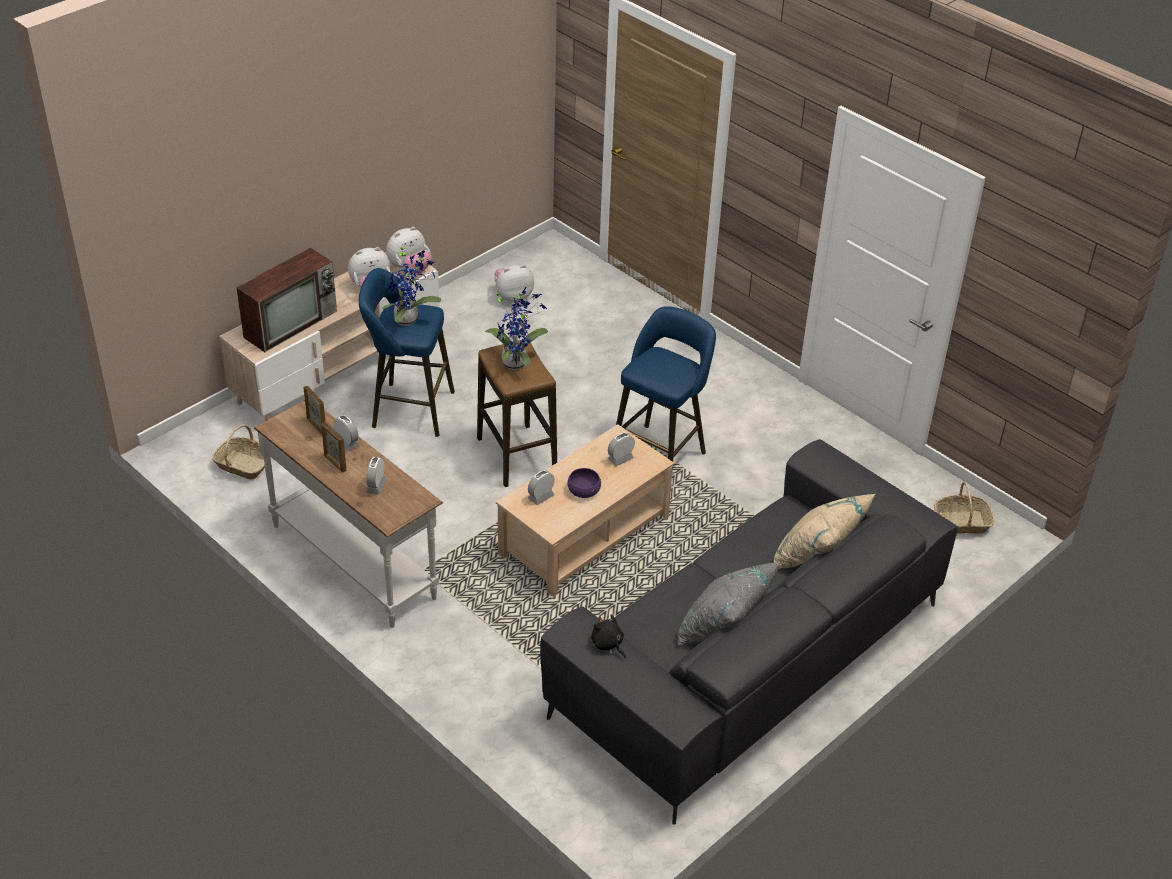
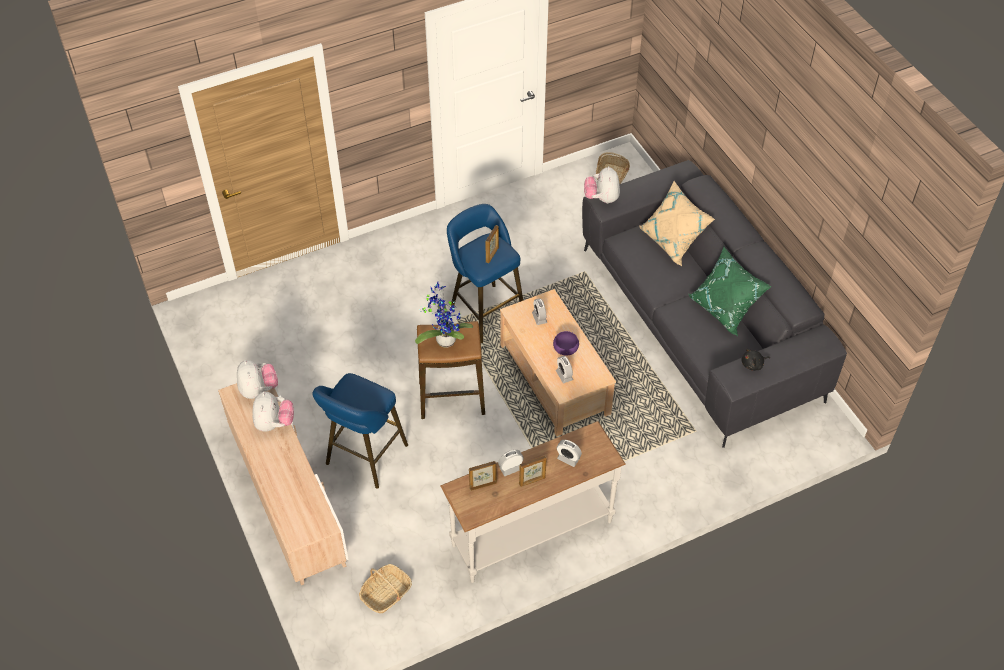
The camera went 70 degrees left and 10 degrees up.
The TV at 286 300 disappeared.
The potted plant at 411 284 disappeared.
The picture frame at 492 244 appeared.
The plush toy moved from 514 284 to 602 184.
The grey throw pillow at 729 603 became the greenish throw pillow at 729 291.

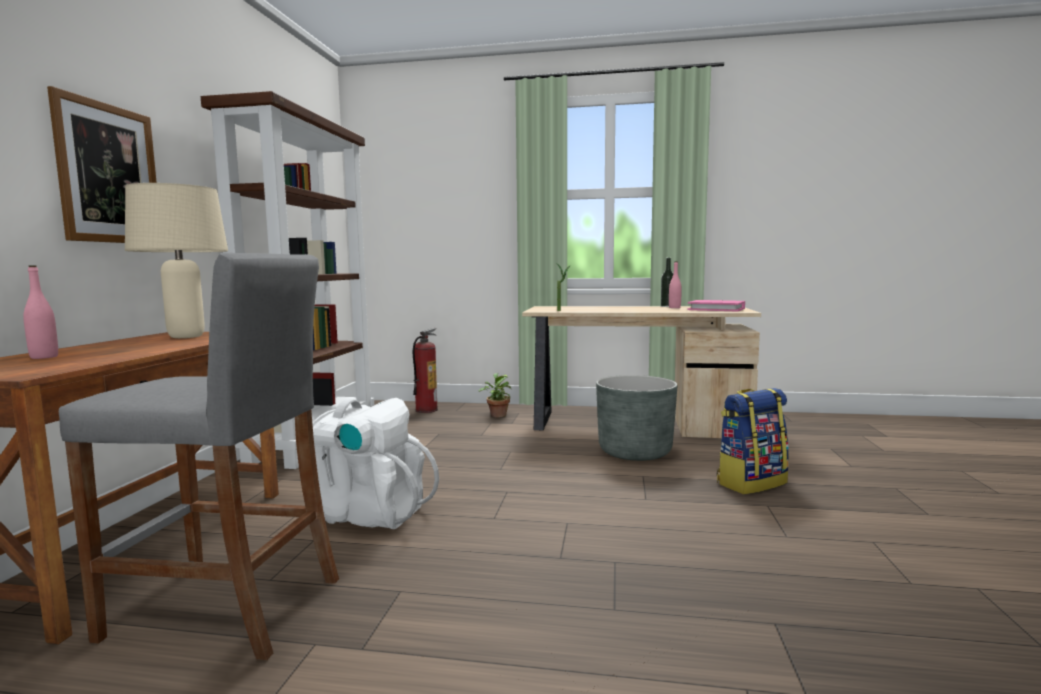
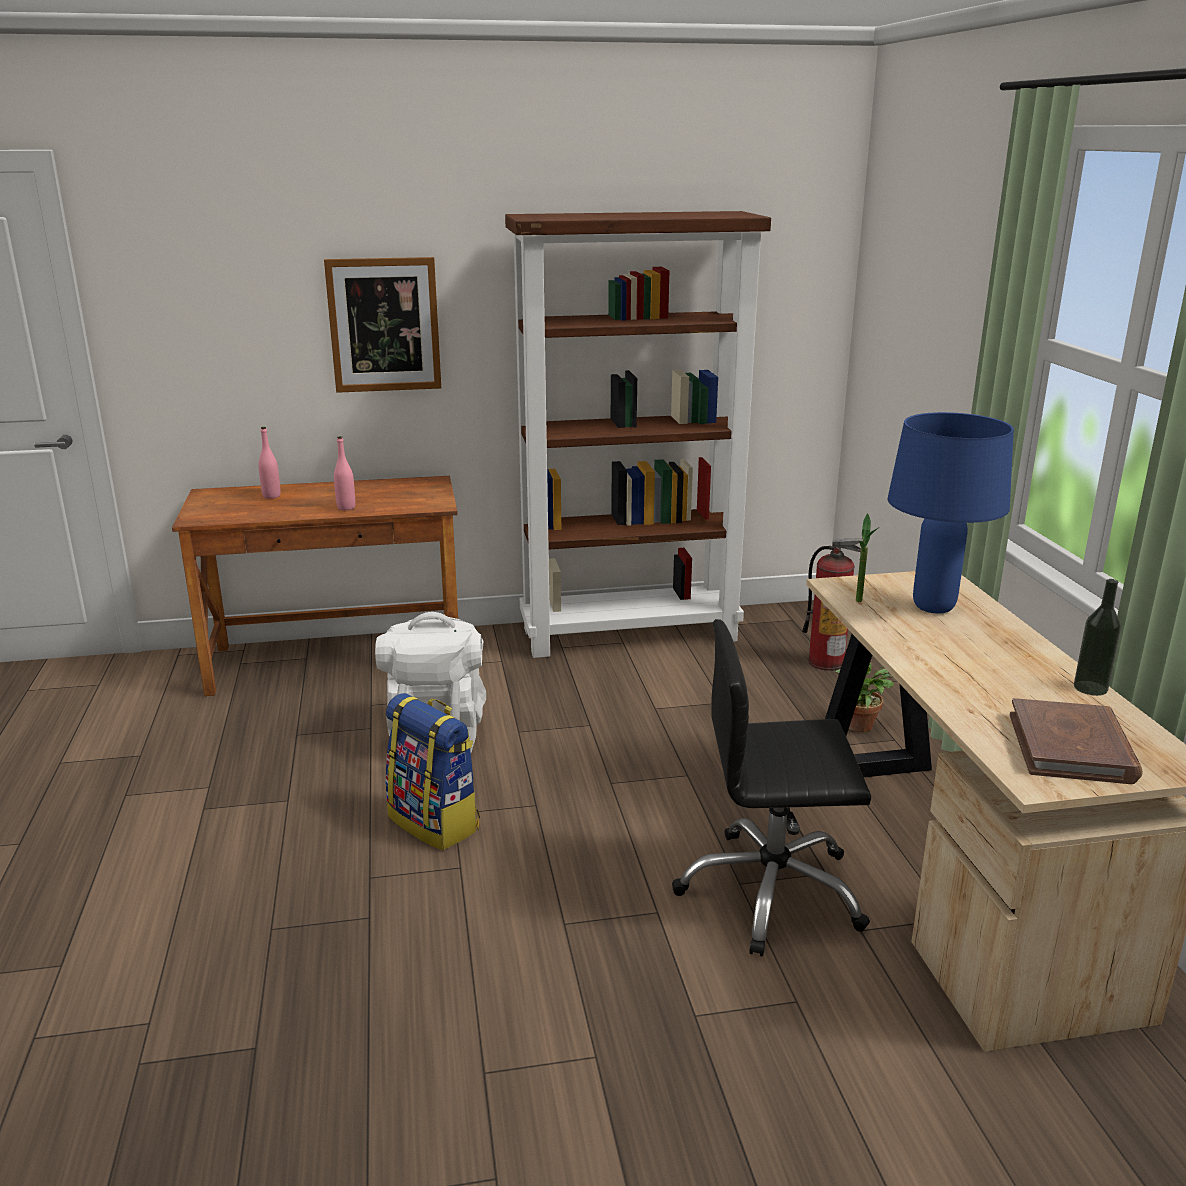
The camera went 70 degrees right and 15 degrees up.
The grey stool at 199 456 disappeared.
The beige-coloured tabletop lamp at 176 260 disappeared.
The blue tabletop lamp at 950 512 appeared.
The pink drink bottle moved from 675 284 to 344 473.
The backpack moved from 753 441 to 432 772.
The grey planter at 636 418 was replaced by the black-coloured computer chair at 771 787.
The pink bound book at 716 306 became the brown bound book at 1076 741.

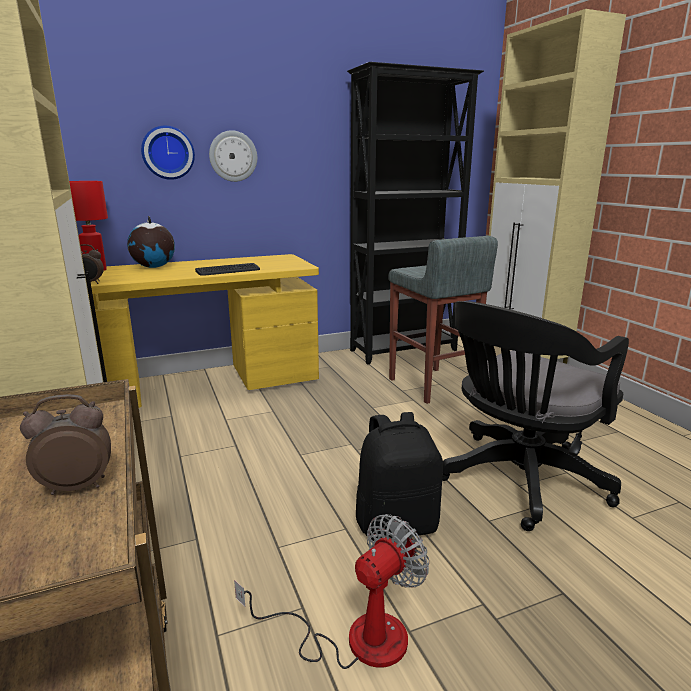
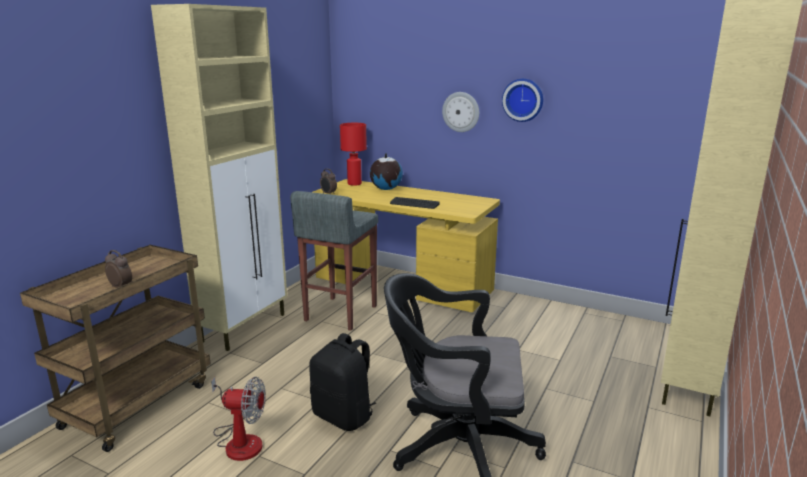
The camera went 50 degrees right and 0 degrees up.
The black-coloured shelving unit at 415 213 disappeared.
The wall clock moved from 168 153 to 522 100.
The grey stool moved from 443 320 to 334 261.

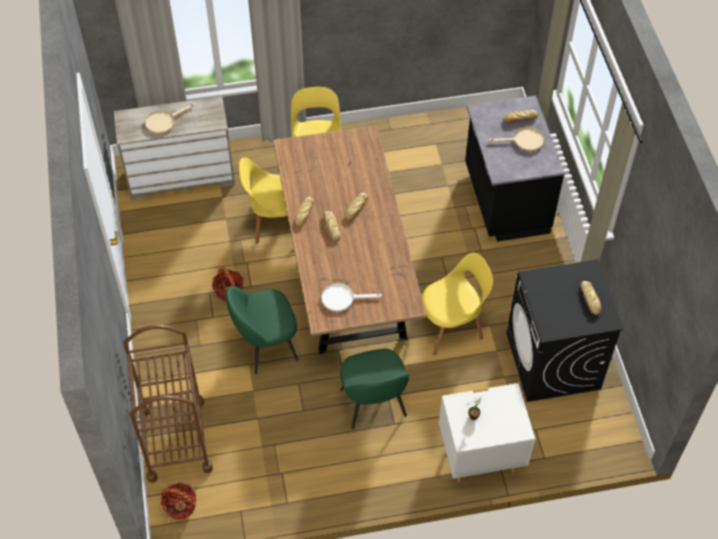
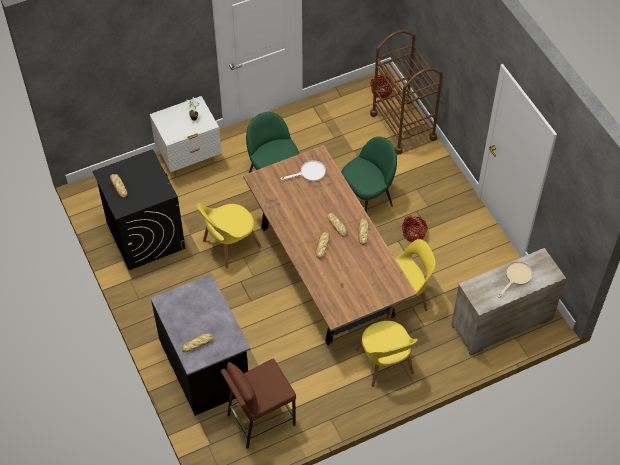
The camera went 165 degrees right and 0 degrees up.
The beige-coloured frying pan at 516 139 disappeared.
The brown stool at 258 404 appeared.

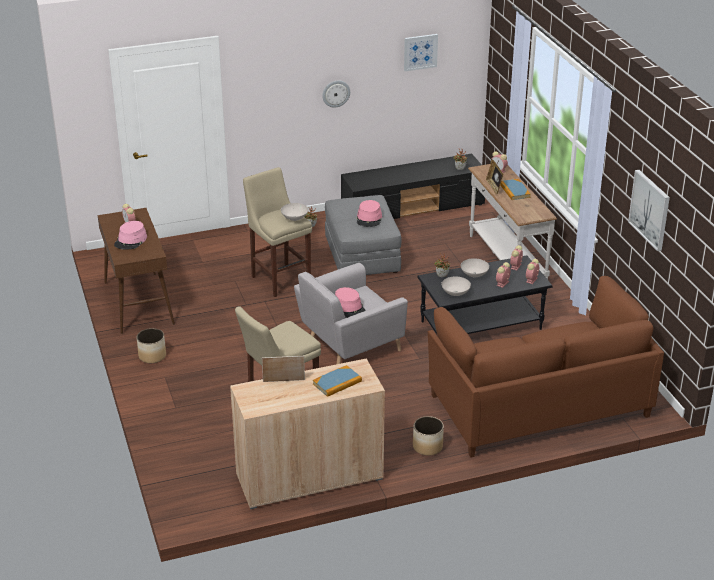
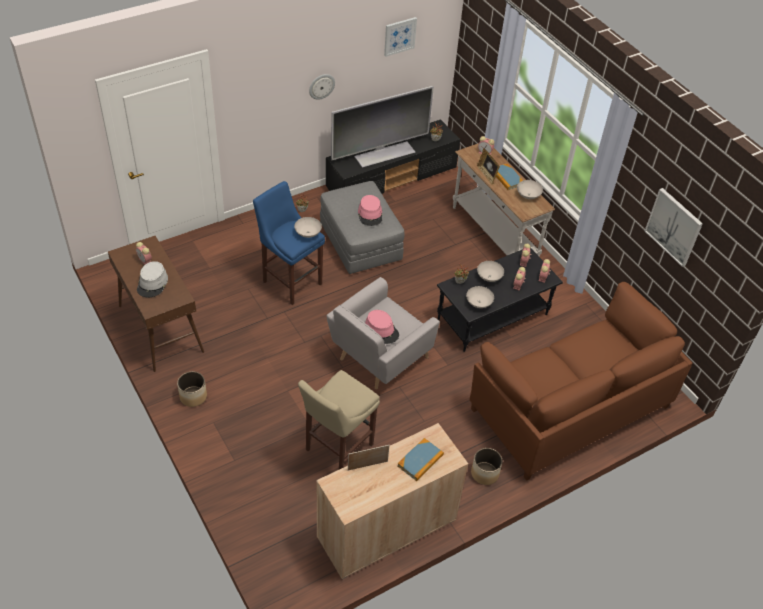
The camera went 15 degrees left and 15 degrees up.
The TV at 382 126 appeared.
The white serving bowl at 530 189 appeared.
The pink hat at 130 235 became the grey hat at 152 279.
The beige-coloured stool at 277 232 became the blue stool at 289 243.

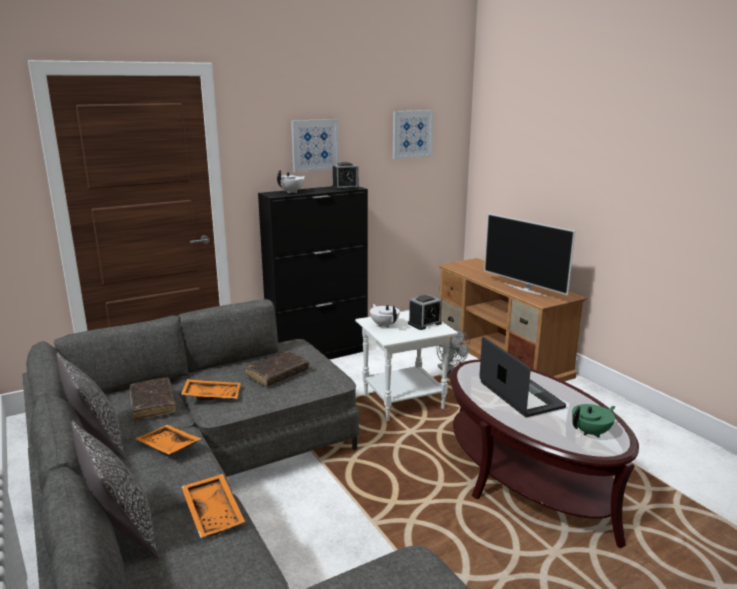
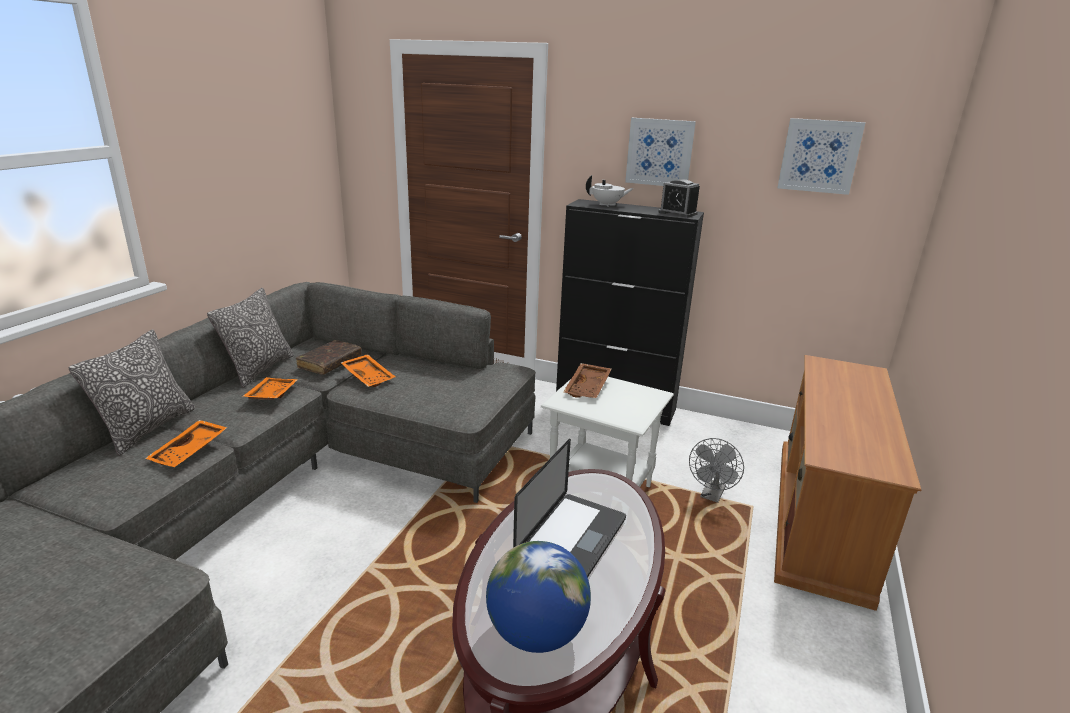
The camera went 50 degrees right and 5 degrees up.
The brown bound book at 277 368 disappeared.
The bedside clock at 425 312 disappeared.
The TV at 529 255 disappeared.
The white tea pot at 385 316 was replaced by the brown carrying tray at 587 380.
The greenish tea pot at 593 421 was replaced by the world globe at 538 597.

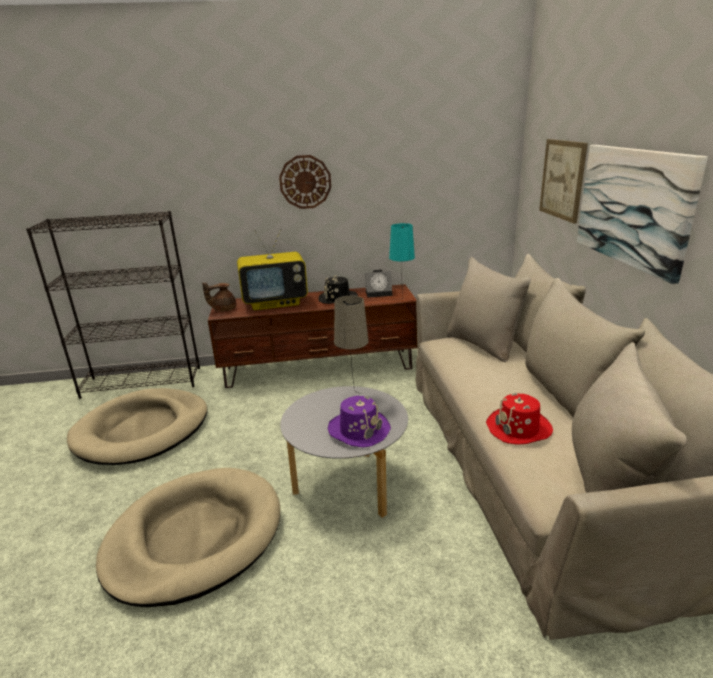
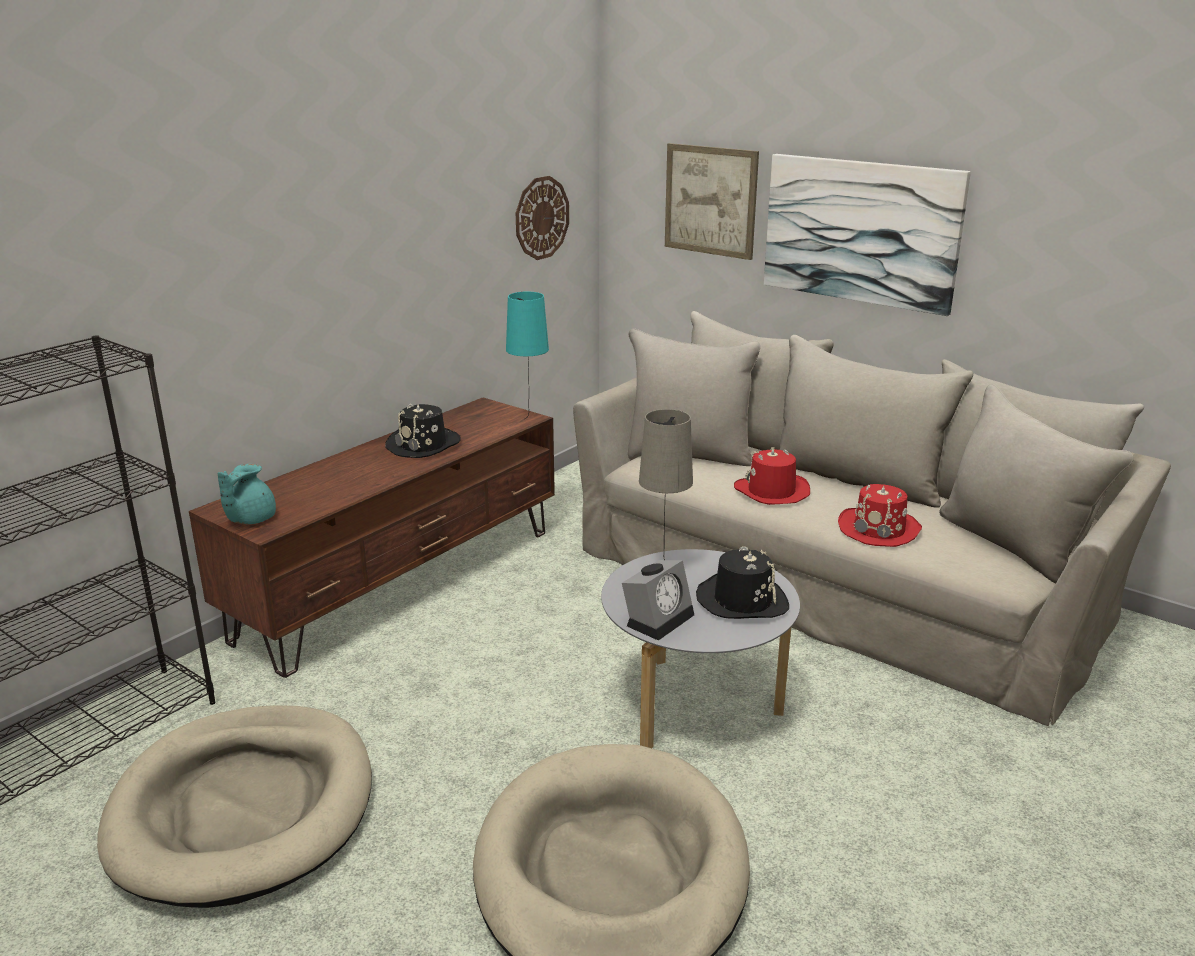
The camera went 45 degrees left and 0 degrees up.
The TV at 272 269 disappeared.
The reddish hat at 772 476 appeared.
The wall clock moved from 305 182 to 542 218.
The bedside clock moved from 378 284 to 658 600.
The brown tea pot at 219 296 became the turquoise tea pot at 247 494.
The purplish hat at 359 422 became the black-coloured hat at 742 582.

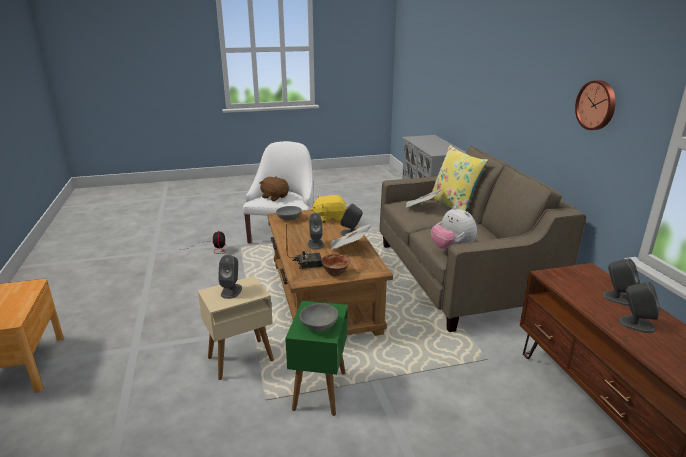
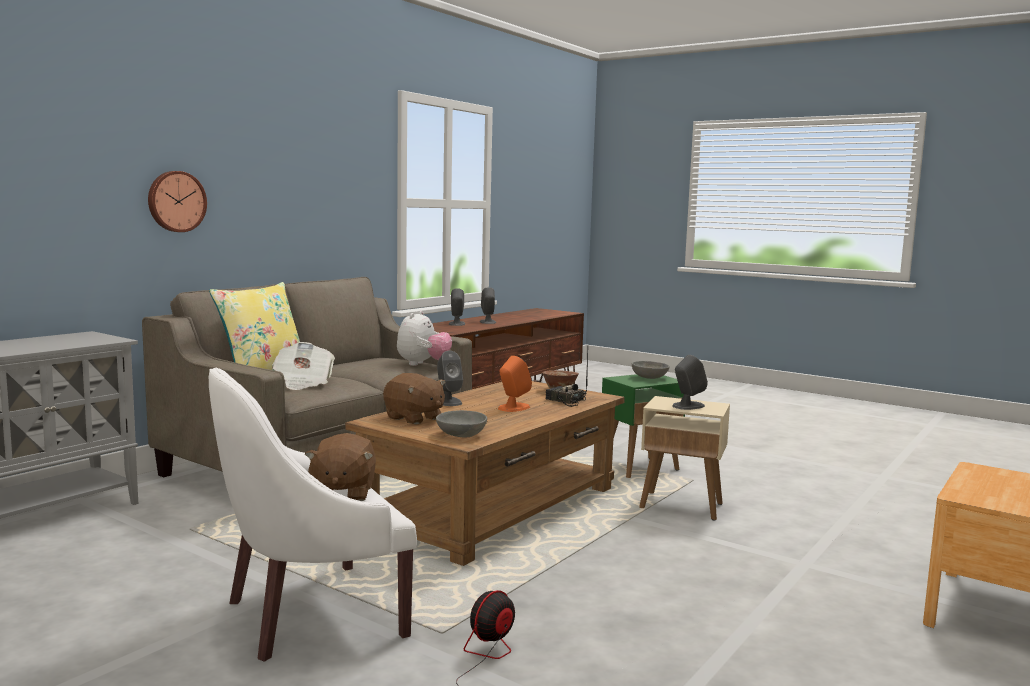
The camera went 130 degrees left and 15 degrees down.
The newspaper at 351 237 disappeared.
The wall clock moved from 595 105 to 177 201.
The grey loudspeaker at 316 231 became the orange-coloured loudspeaker at 515 384.
The yellow plush toy at 328 208 became the brown plush toy at 414 399.

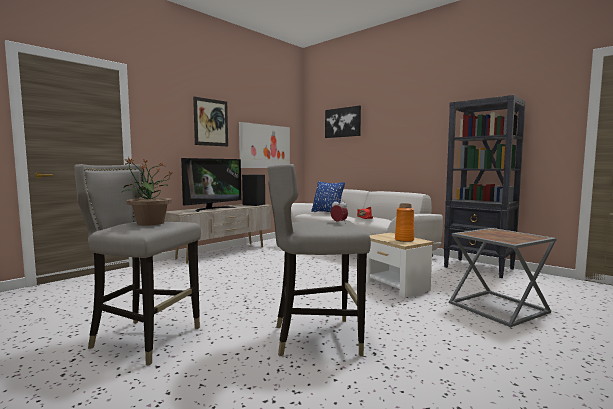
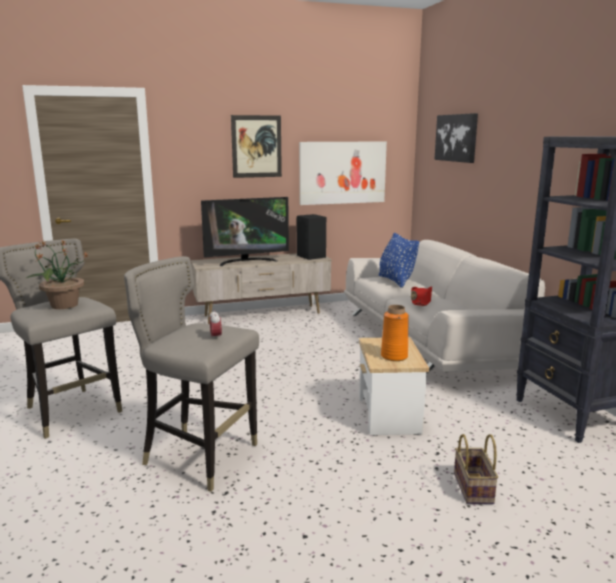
The camera went 30 degrees right and 10 degrees up.
The grey accent table at 503 277 was replaced by the basket at 476 469.

